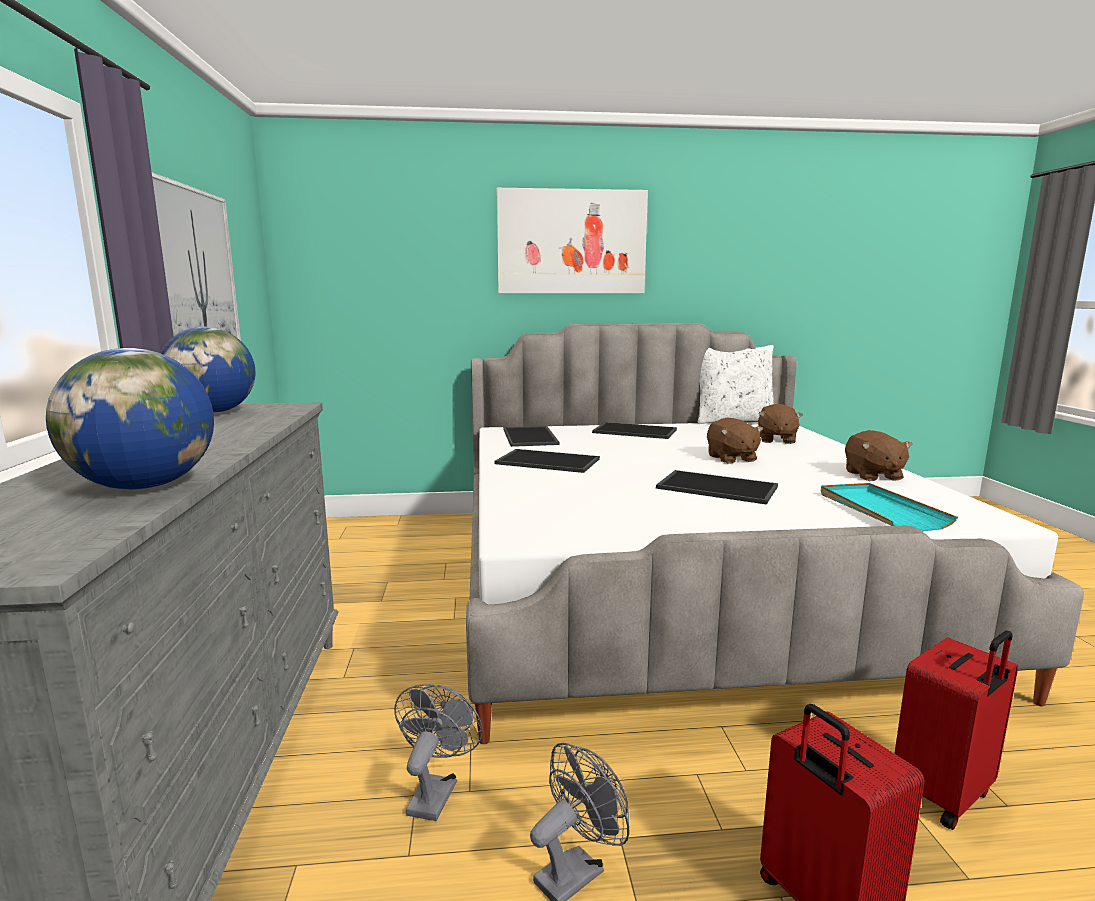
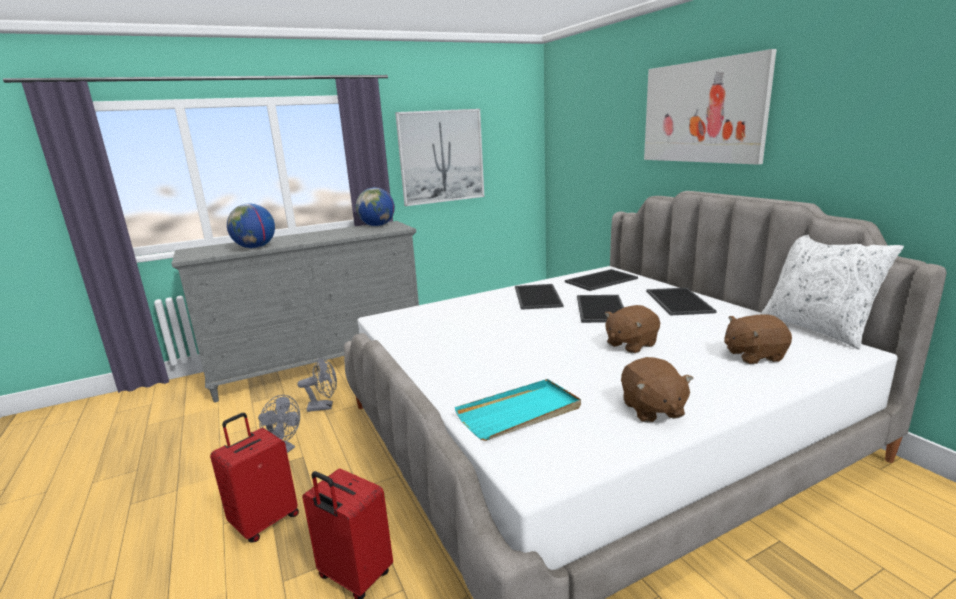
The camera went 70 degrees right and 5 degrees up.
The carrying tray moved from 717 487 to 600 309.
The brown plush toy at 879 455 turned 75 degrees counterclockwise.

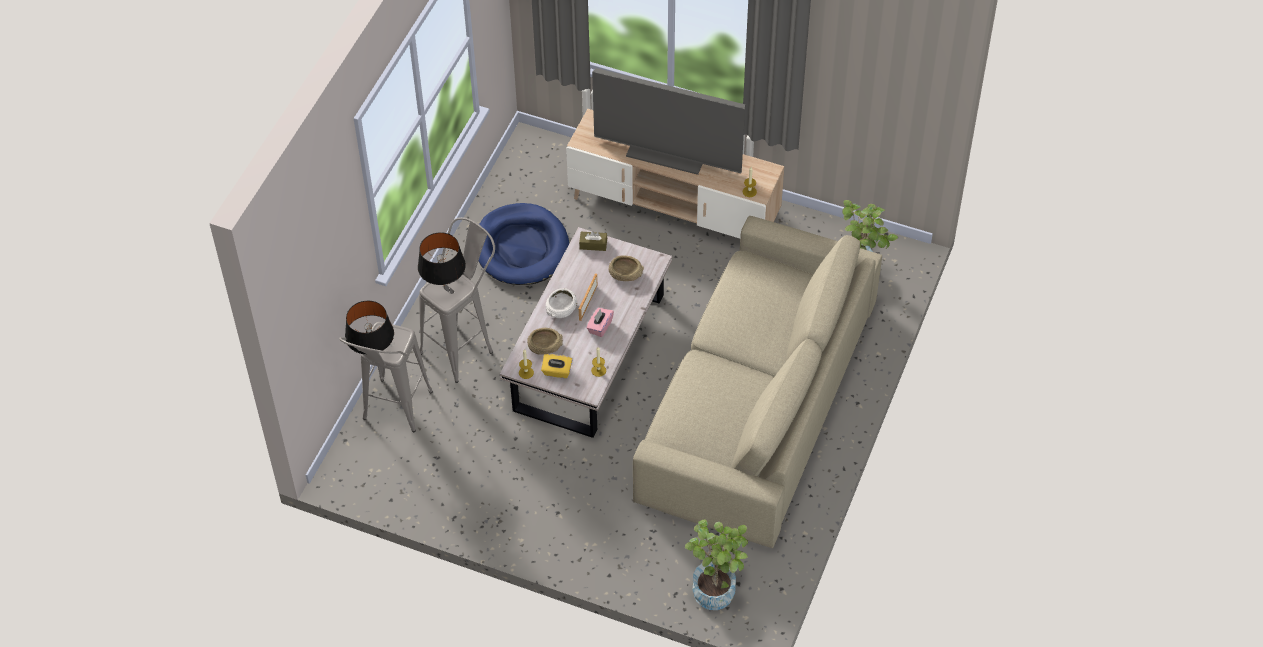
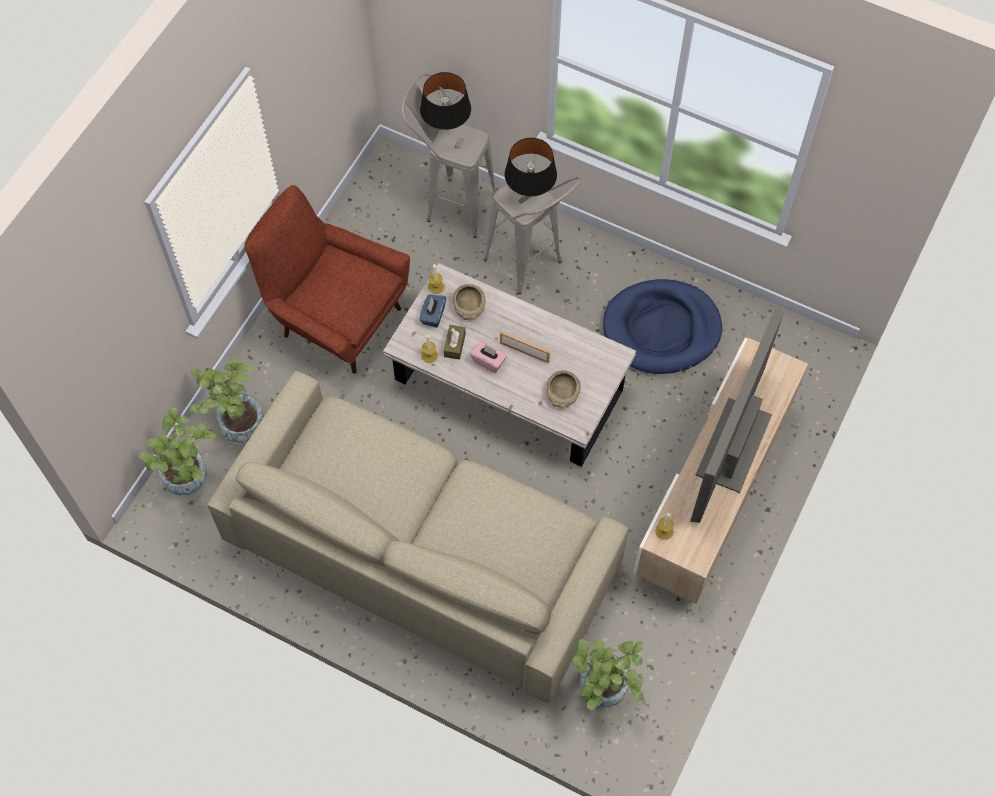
The camera went 95 degrees right and 10 degrees up.
The white serving bowl at 561 303 disappeared.
The potted plant at 227 401 appeared.
The reddish armchair at 327 279 appeared.
The brown tissue holder moved from 593 241 to 455 342.
The yellow tissue holder at 556 366 became the blue tissue holder at 432 311.

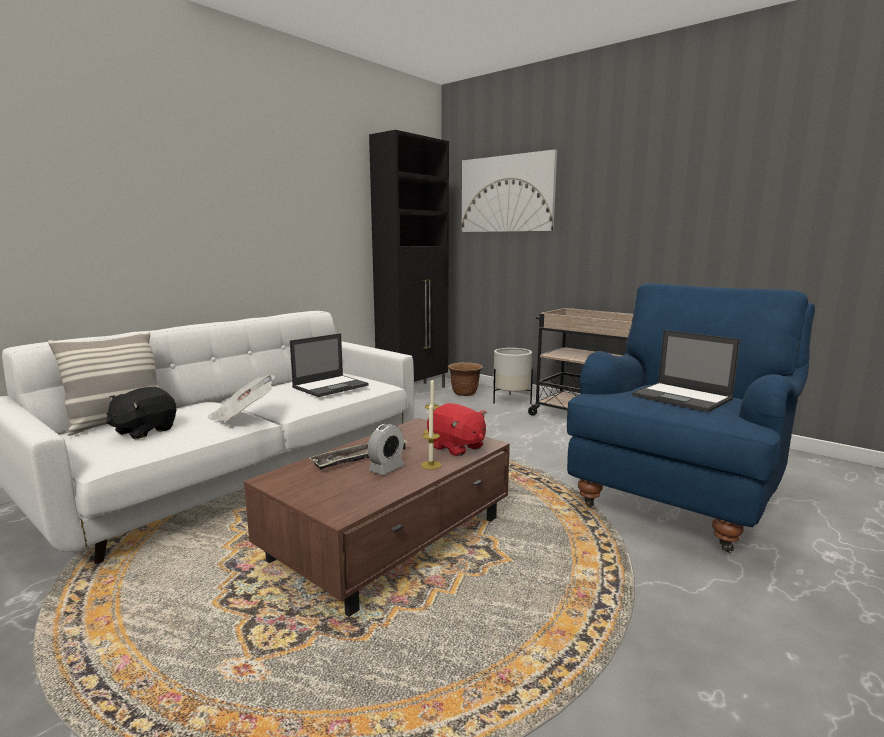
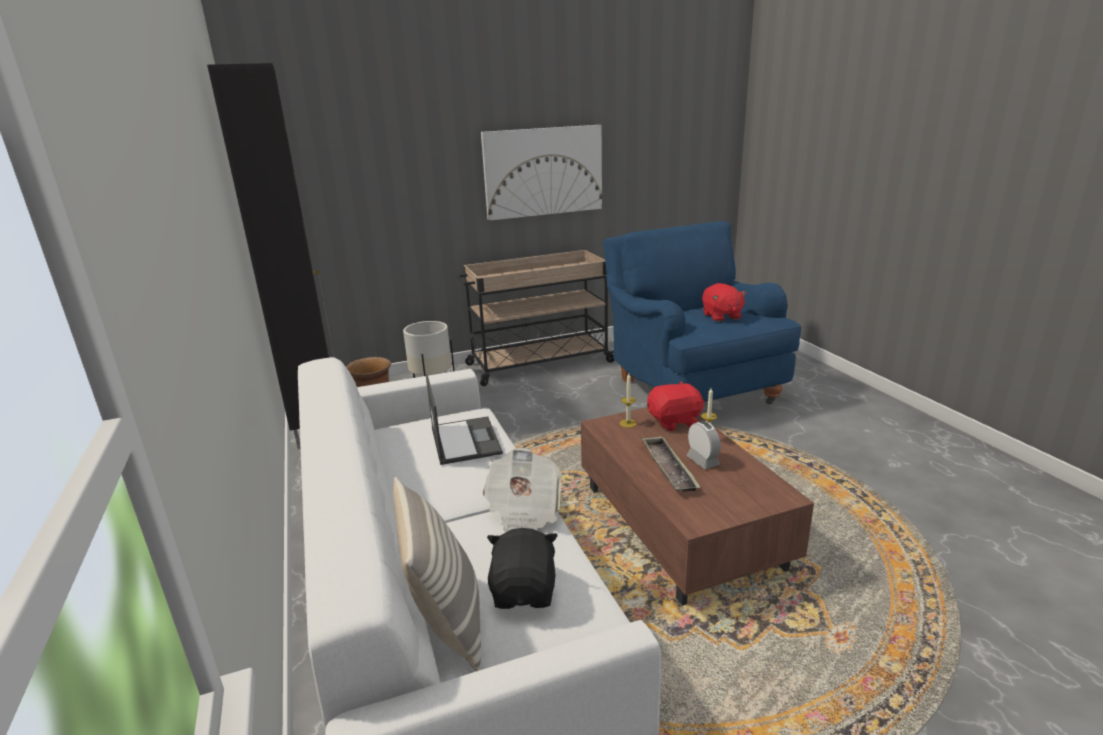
The camera went 60 degrees left and 10 degrees up.
The wall art moved from 509 190 to 541 173.
The laptop at 686 371 was replaced by the reddish plush toy at 724 302.
The black-coloured plush toy at 141 413 turned 150 degrees counterclockwise.

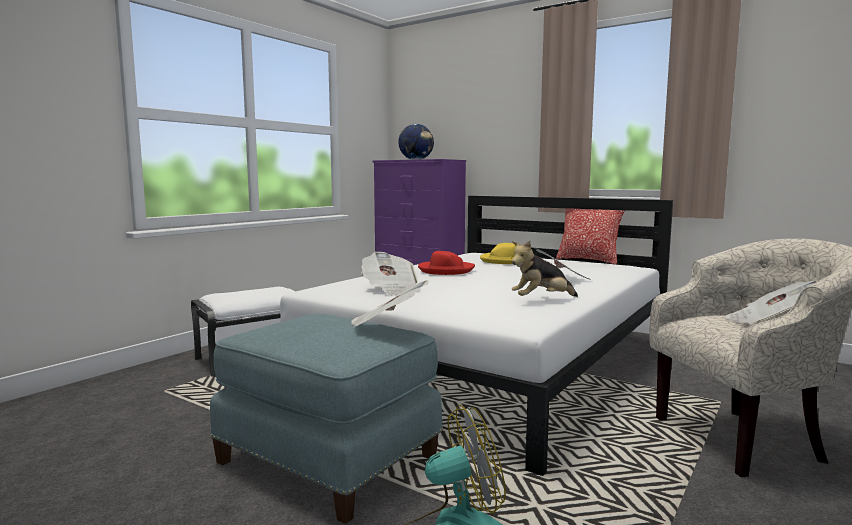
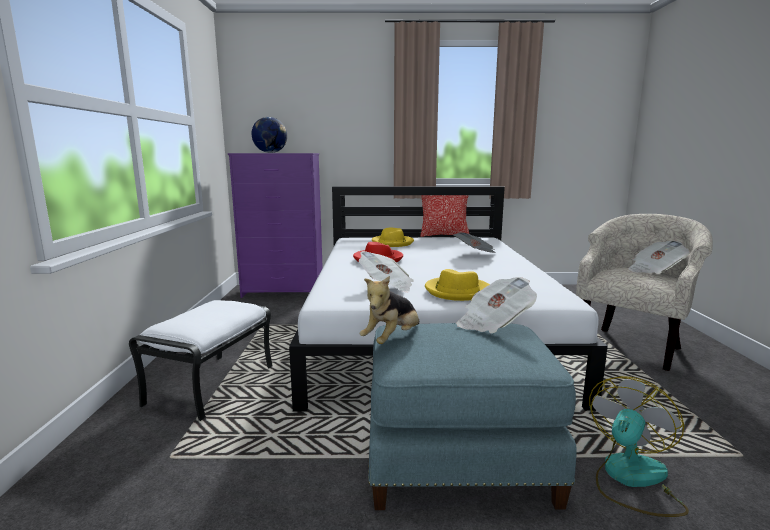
The camera went 35 degrees left and 5 degrees up.
The yellow hat at 457 285 appeared.
The plush toy moved from 545 269 to 389 310.

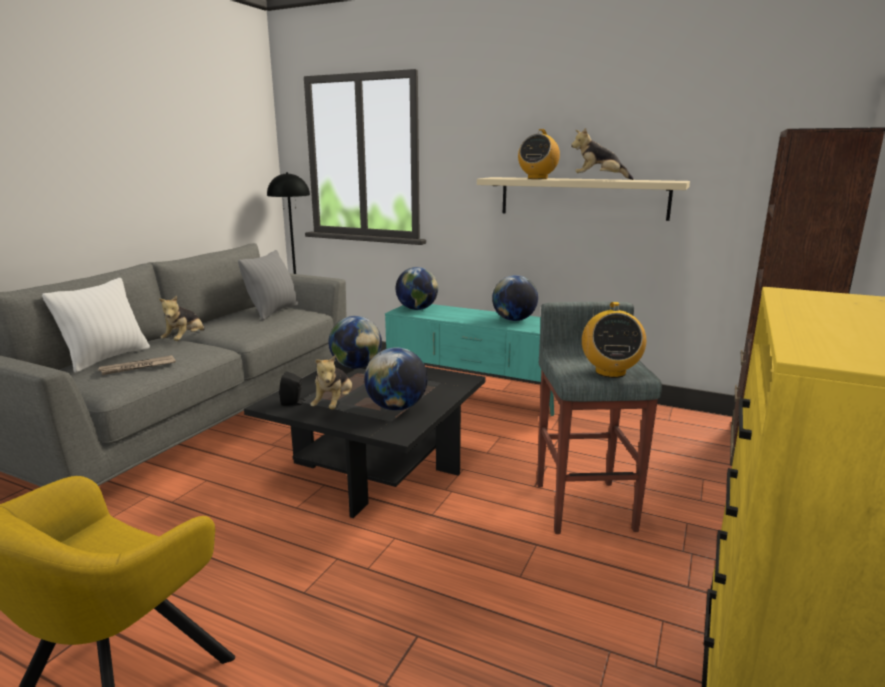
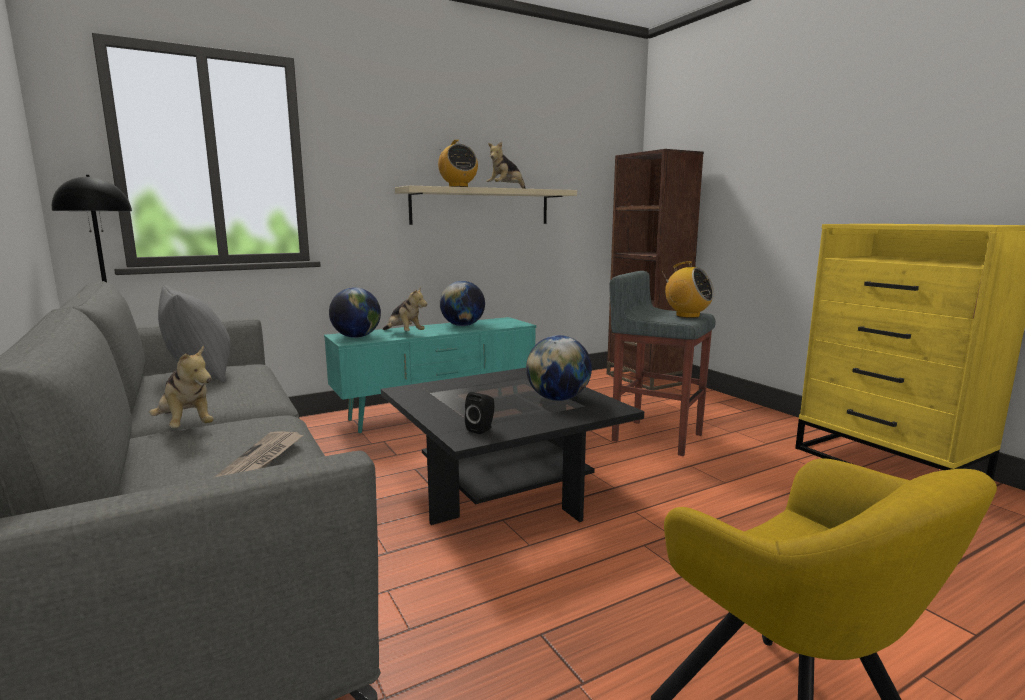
The camera went 55 degrees left and 5 degrees down.
The white throw pillow at 96 325 disappeared.
The world globe at 355 342 disappeared.
The plush toy moved from 331 382 to 405 309.

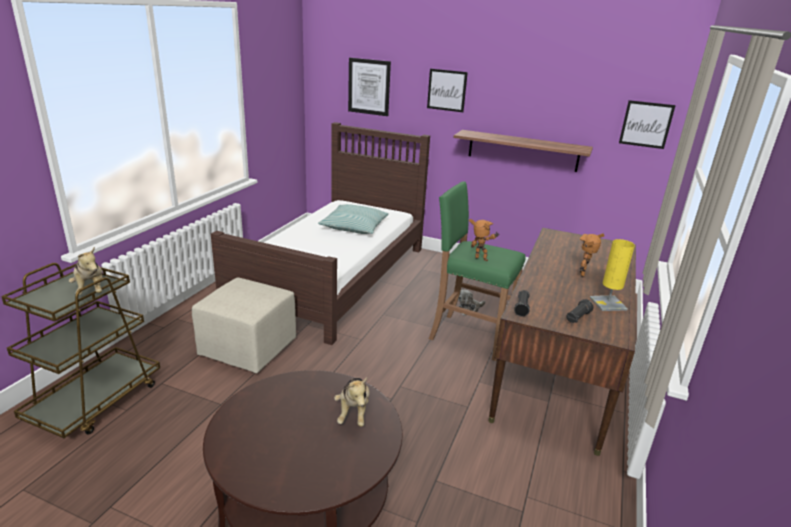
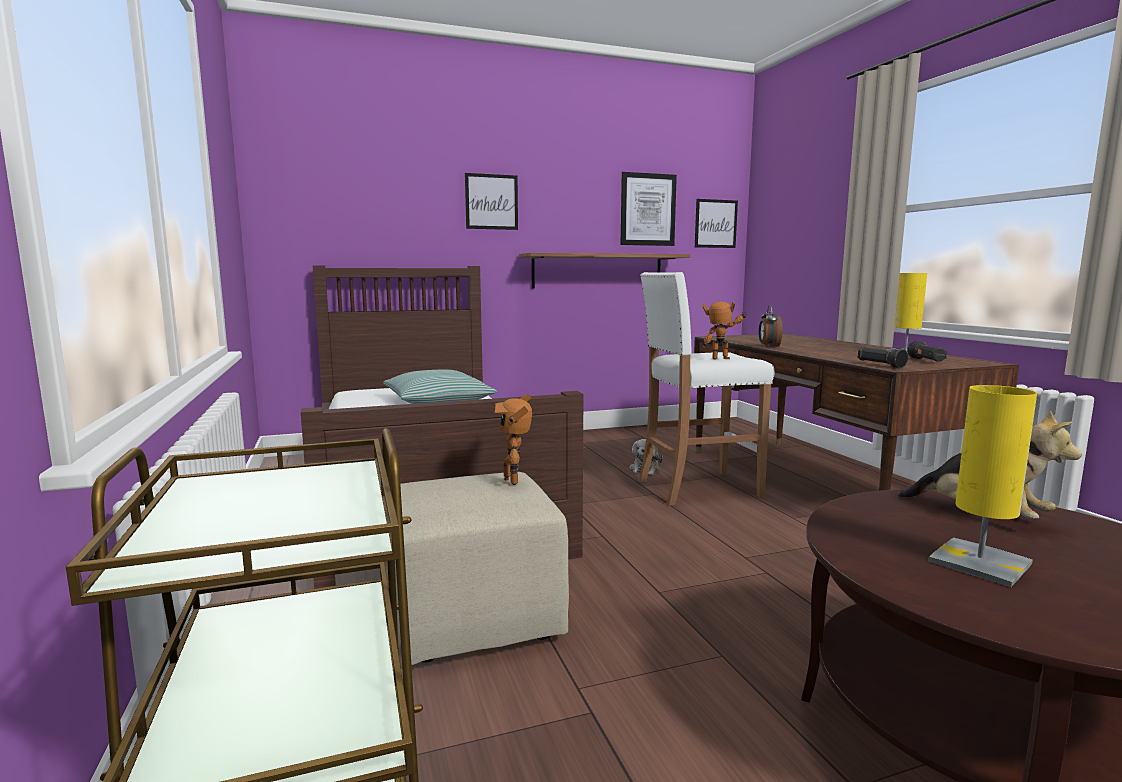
The camera went 40 degrees left and 15 degrees down.
The plush toy at 86 271 disappeared.
The bedside clock at 771 326 appeared.
The yellow tabletop lamp at 982 486 appeared.
The wall art moved from 369 87 to 649 209.
The robot figure moved from 592 255 to 513 439.
The greenish stool at 477 271 became the white stool at 706 389.

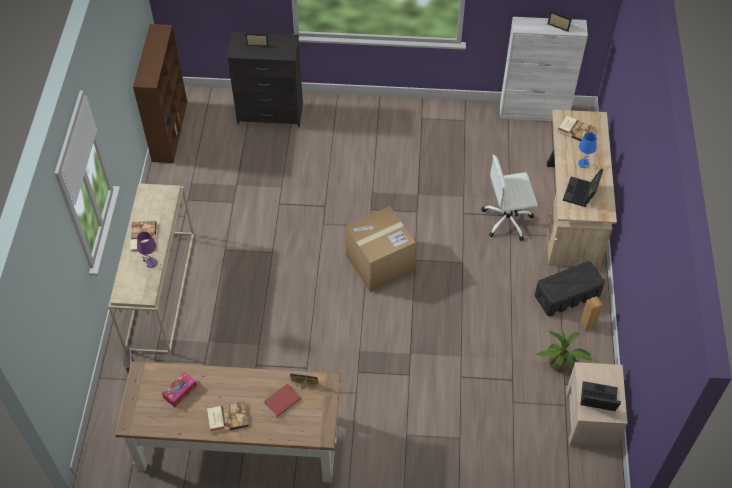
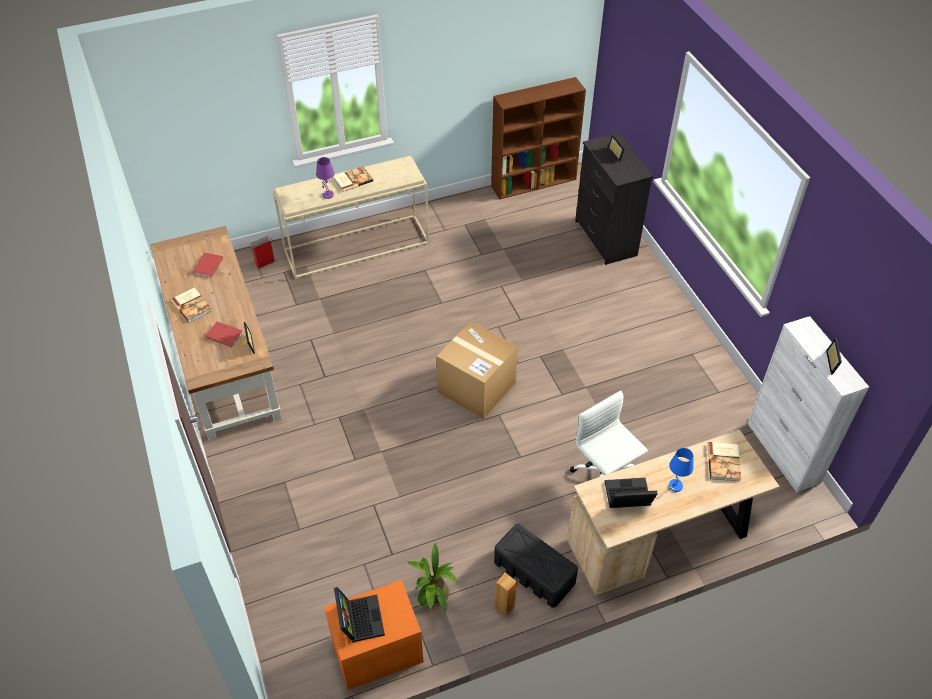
The camera went 65 degrees right and 5 degrees down.
The tissue holder at 179 389 was replaced by the reddish bound book at 207 265.
The beige-coloured bedside table at 597 405 became the orange-coloured bedside table at 374 635.

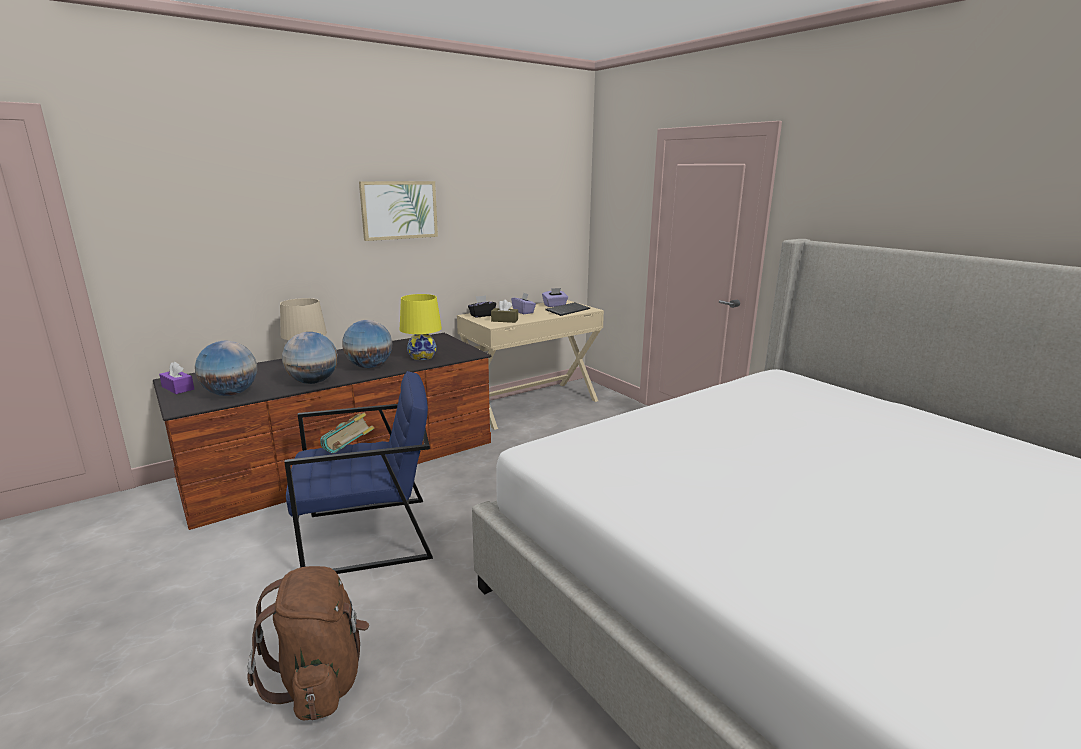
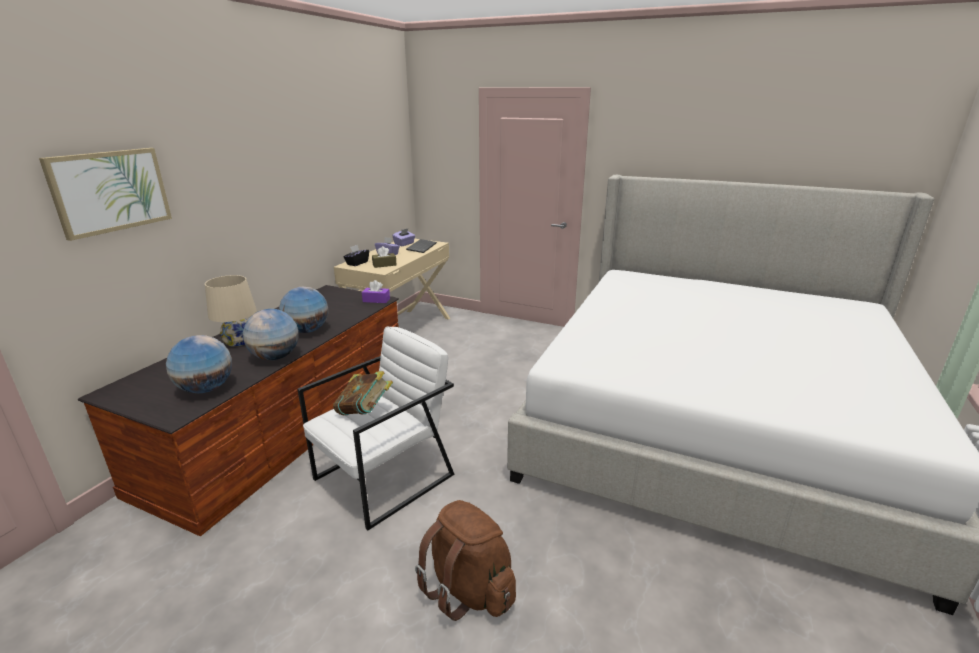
The camera went 30 degrees left and 5 degrees up.
The yellow tabletop lamp at 421 327 disappeared.
The purplish tissue holder moved from 176 378 to 376 291.
The wall art moved from 398 211 to 105 194.
The blue armchair at 358 472 became the white armchair at 376 428.

